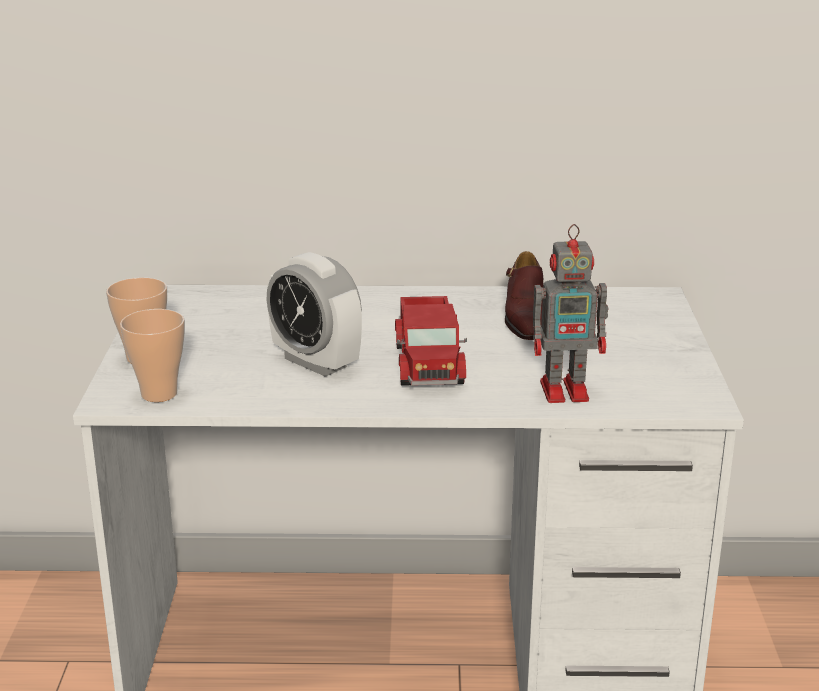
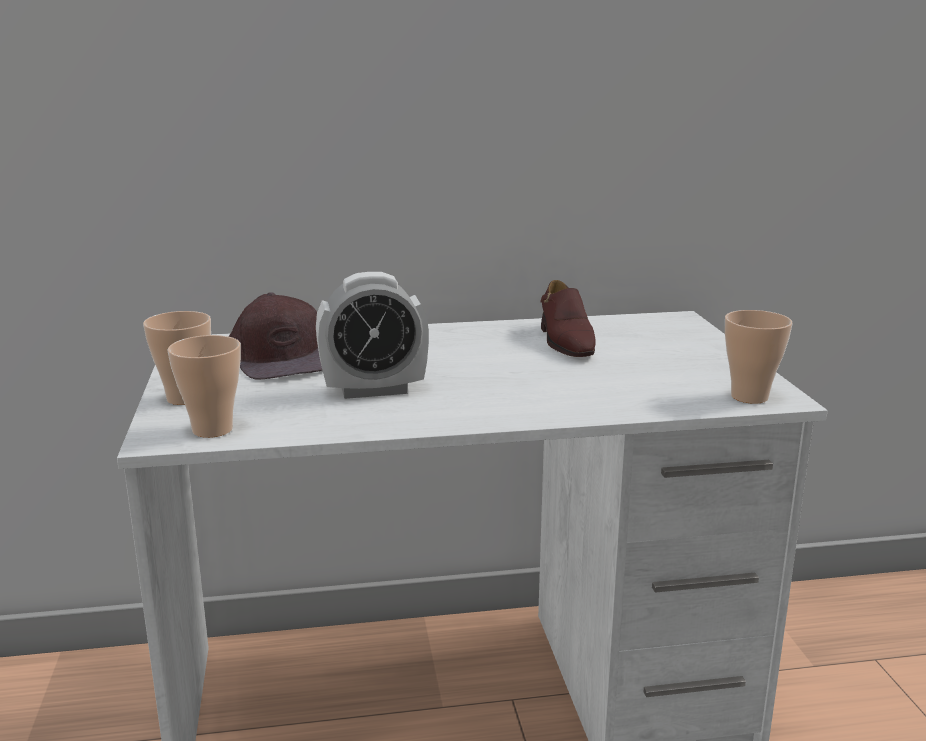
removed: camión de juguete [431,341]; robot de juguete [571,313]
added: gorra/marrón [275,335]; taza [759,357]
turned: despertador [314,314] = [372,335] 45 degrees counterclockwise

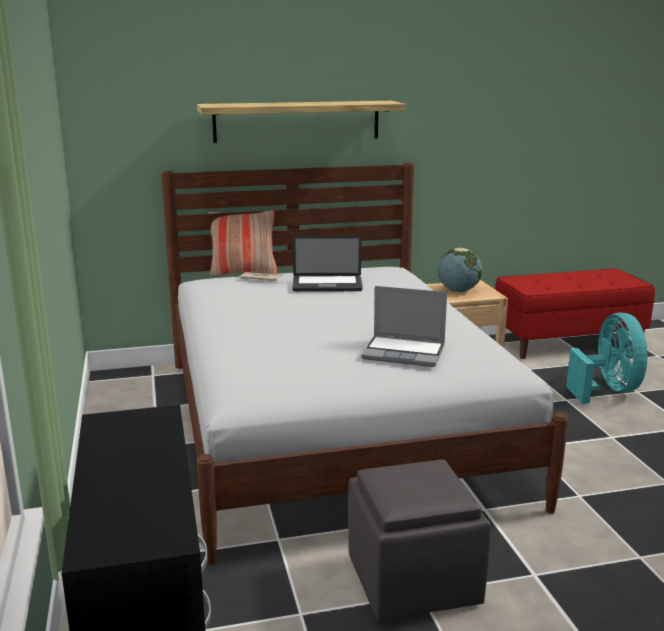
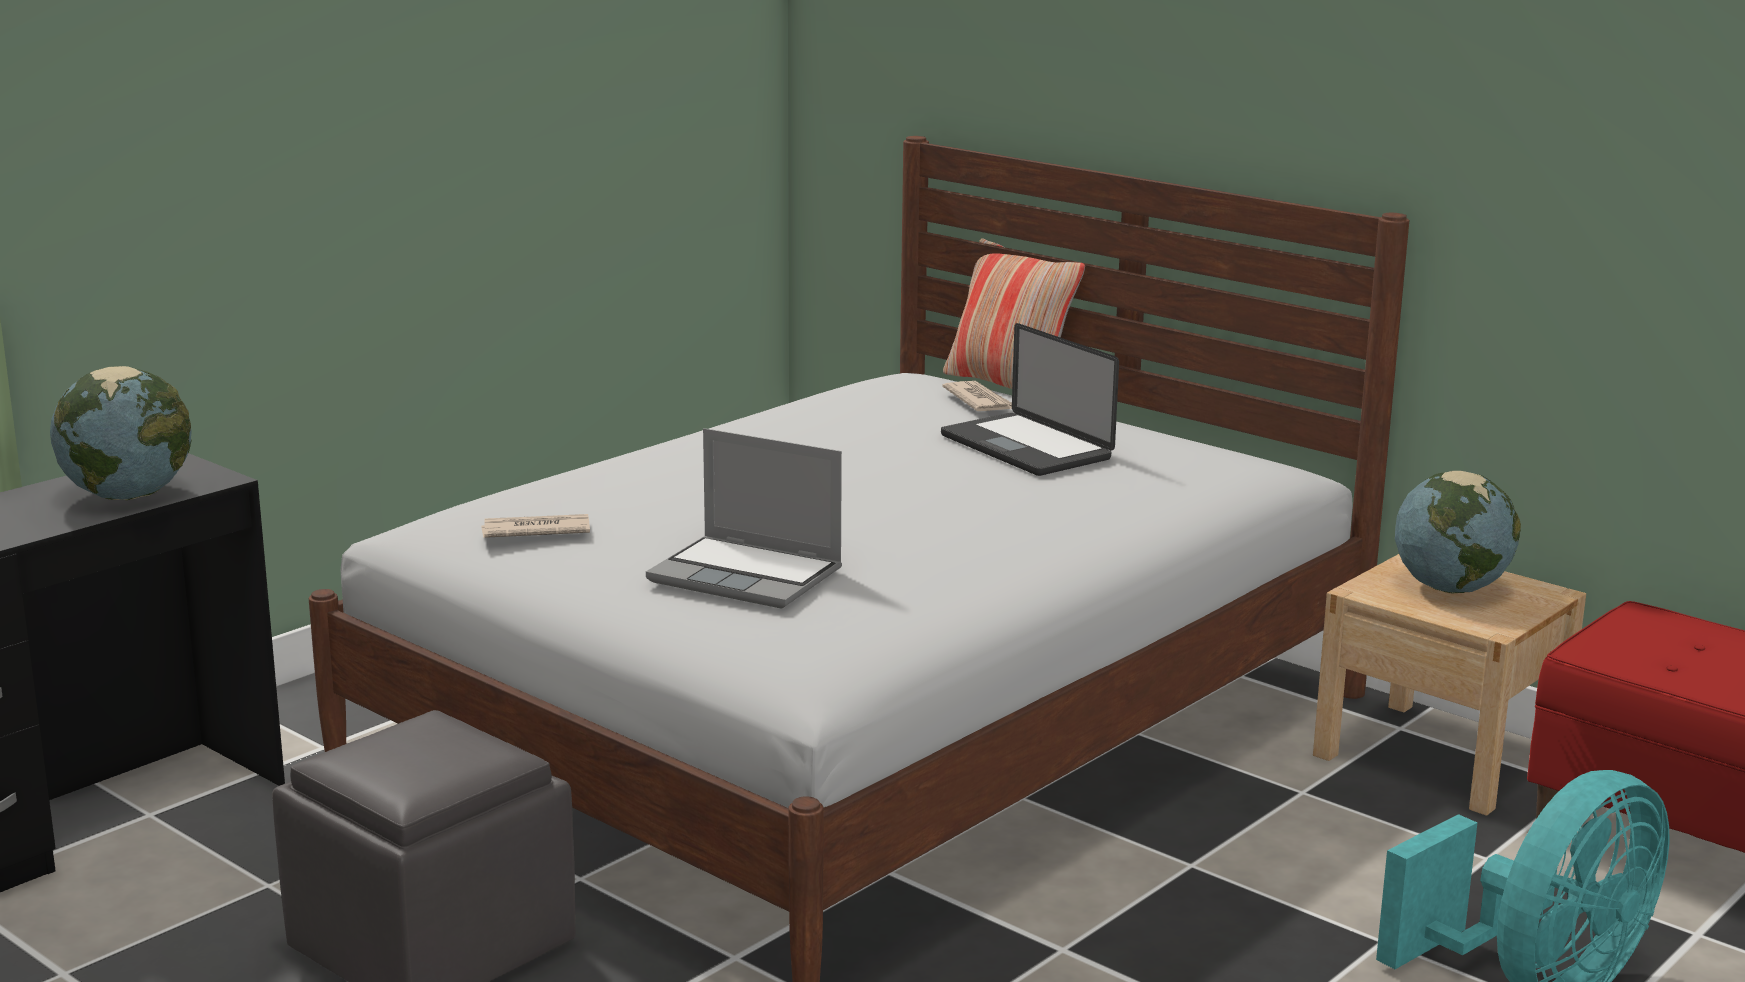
removed: estante [301,122]
added: globo terráqueo [121,433]; periódico [535,526]
turned: portátil [404,326] = [744,518] 45 degrees counterclockwise

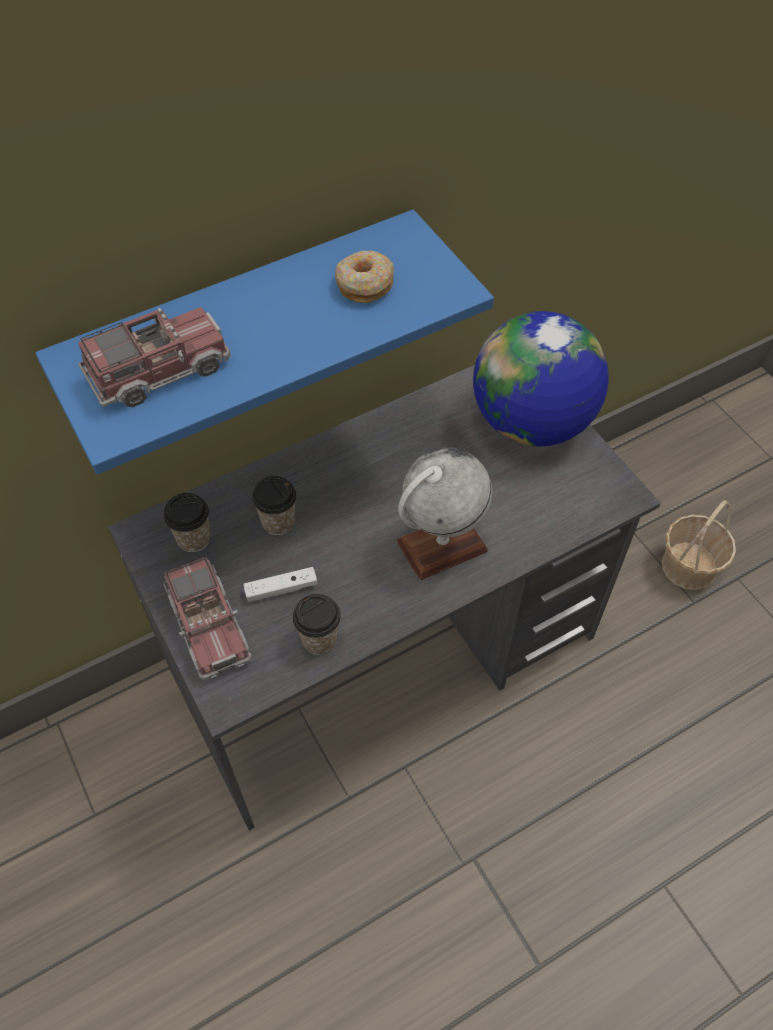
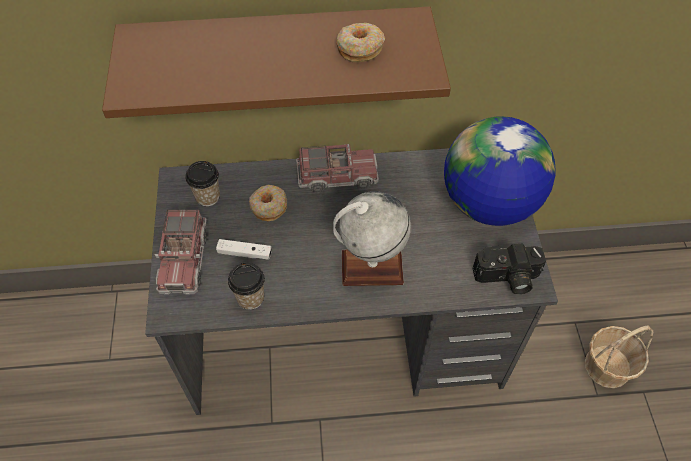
added: cámara [509,269]
moved: camión de juguete [154,357] to [337,168]
replaced: taza [274,505] to rosquilla [268,203]
recoloured: estante/azul [264,342] to estante/marrón [276,62]

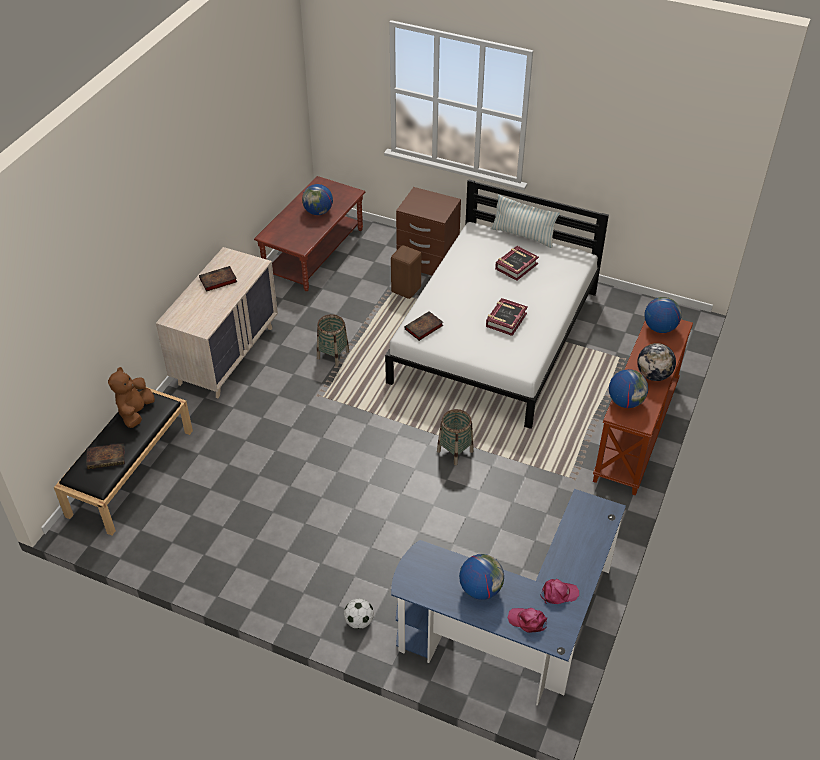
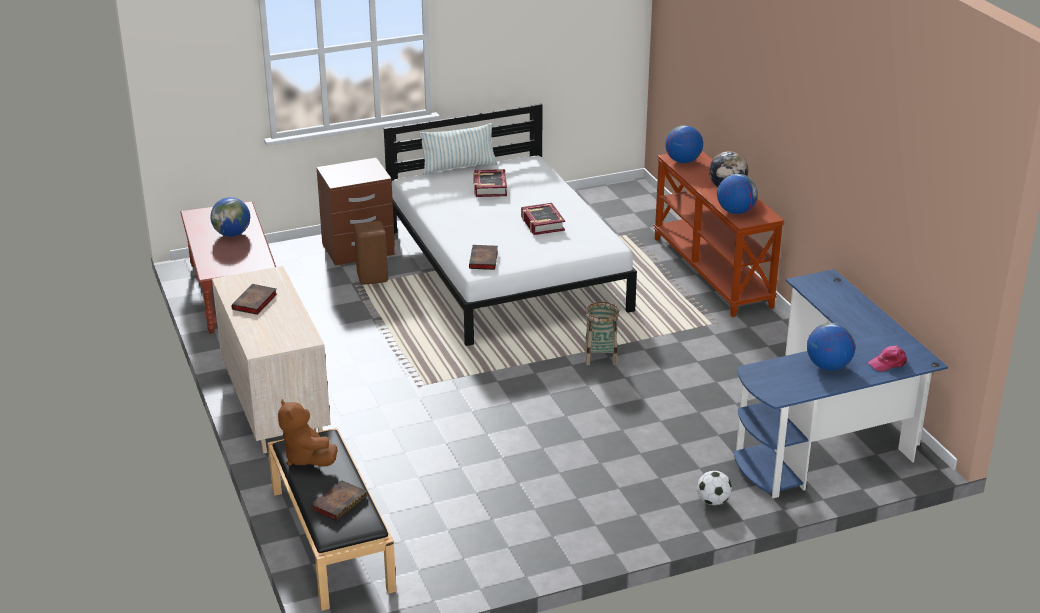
removed: cesta [333,340]; gorra/rosa [560,591]

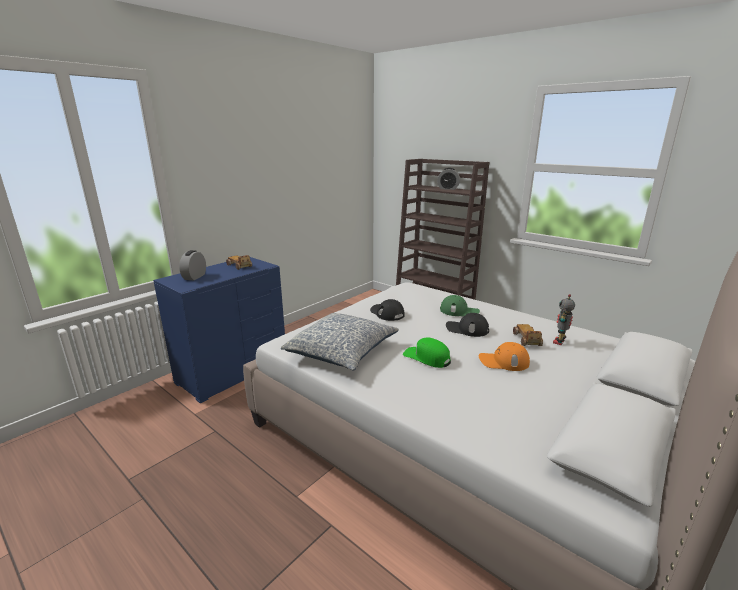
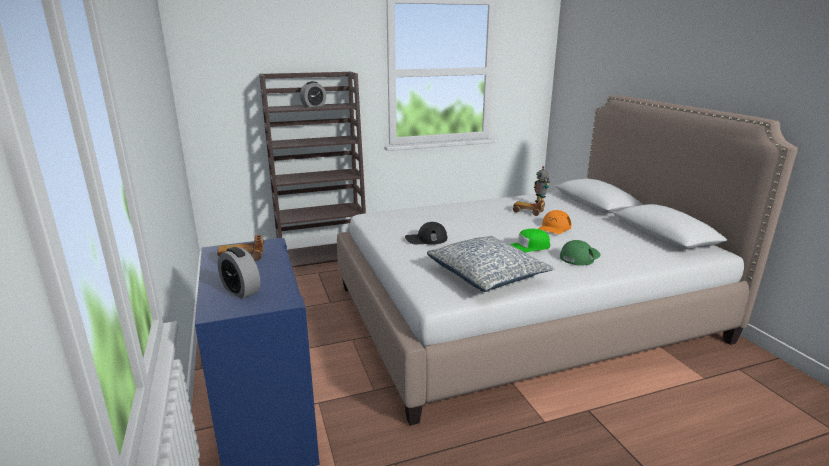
removed: gorra/negro [467,325]
moved: gorra/verde [460,305] to [580,253]

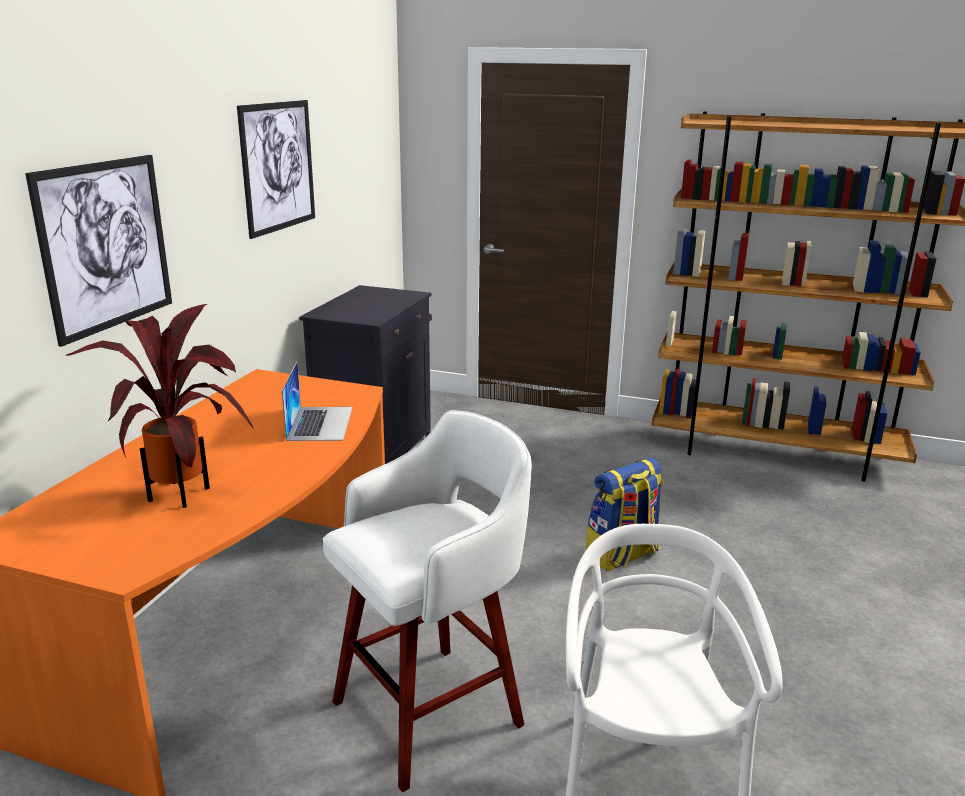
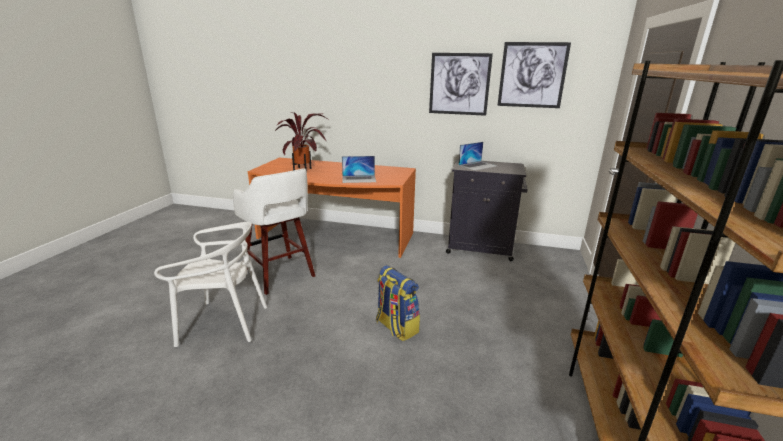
added: portátil [477,156]
moved: cuadro [98,251] to [534,75]

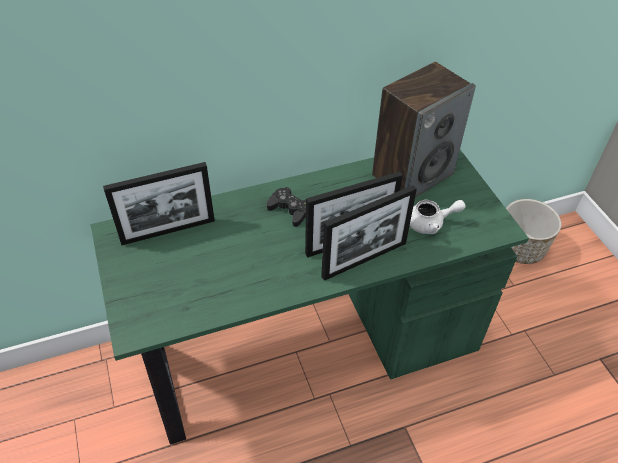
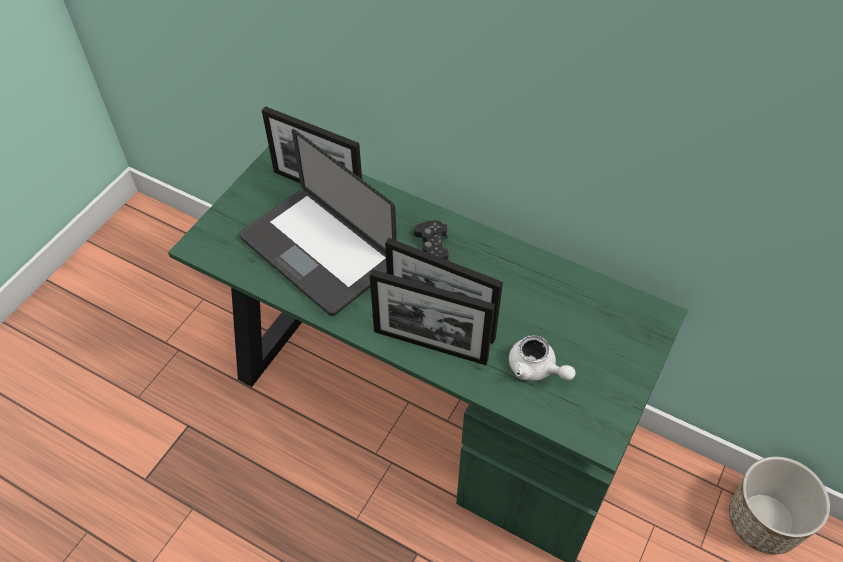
removed: altavoz [424,130]
added: portátil [318,222]

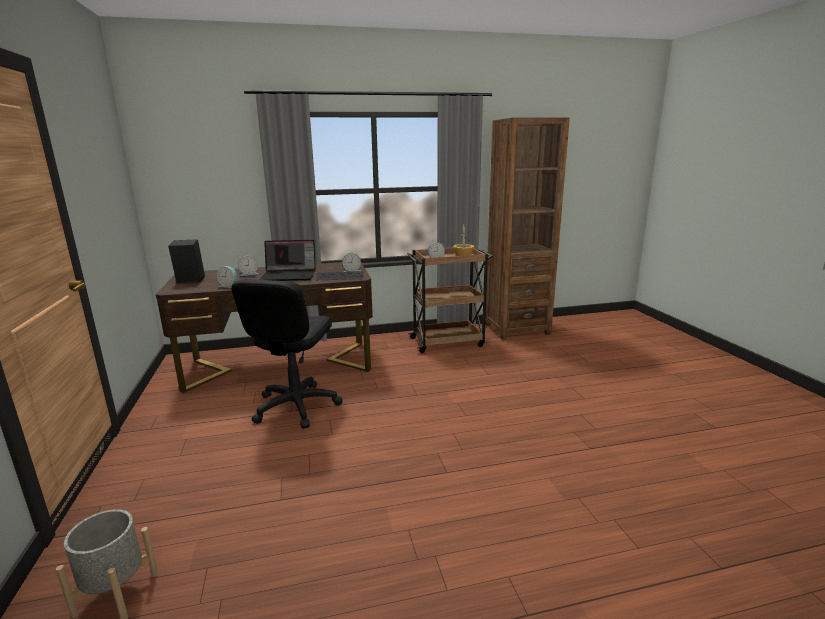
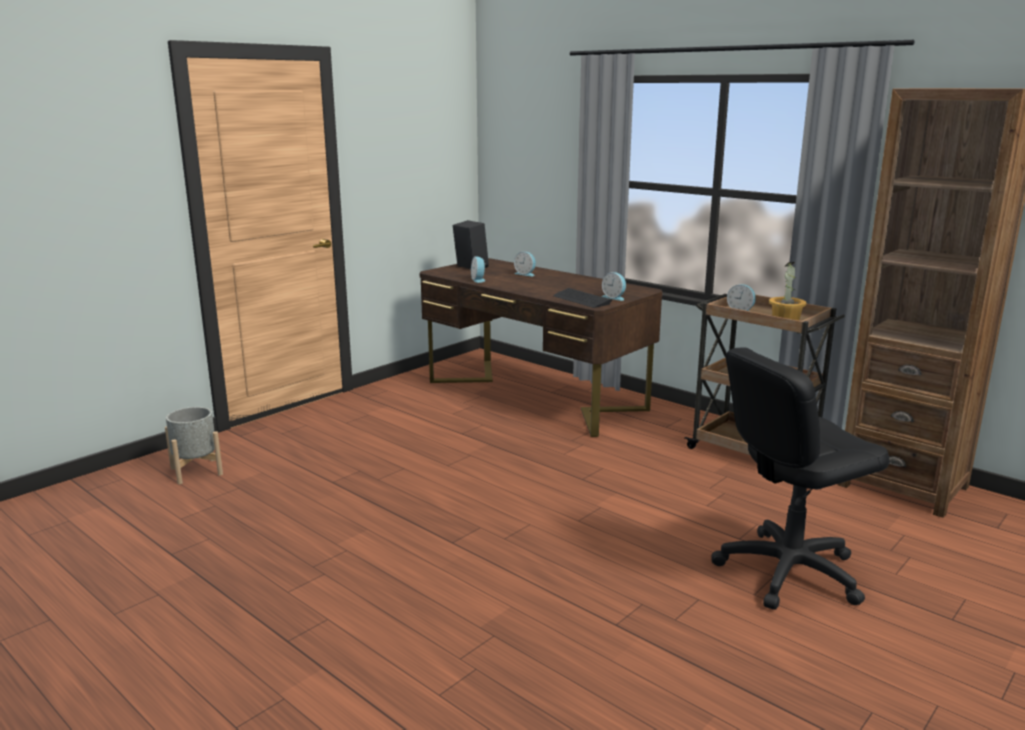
removed: portátil [287,260]
moved: silla de oficina/negro [286,354] to [800,479]

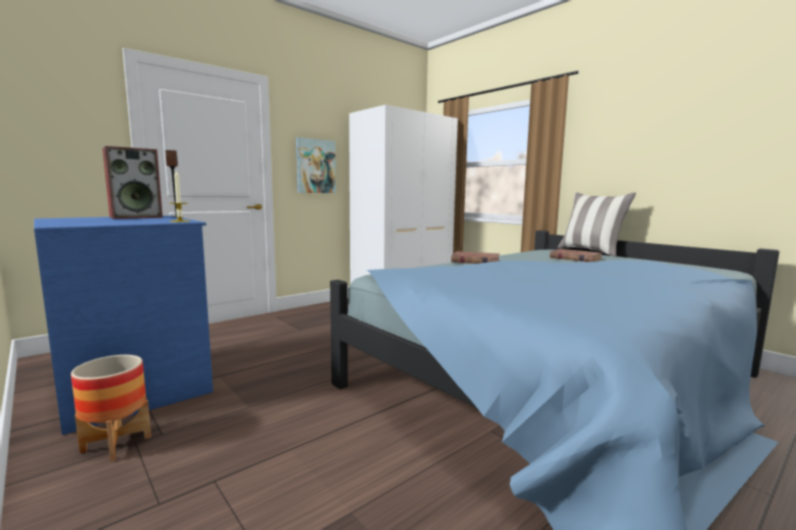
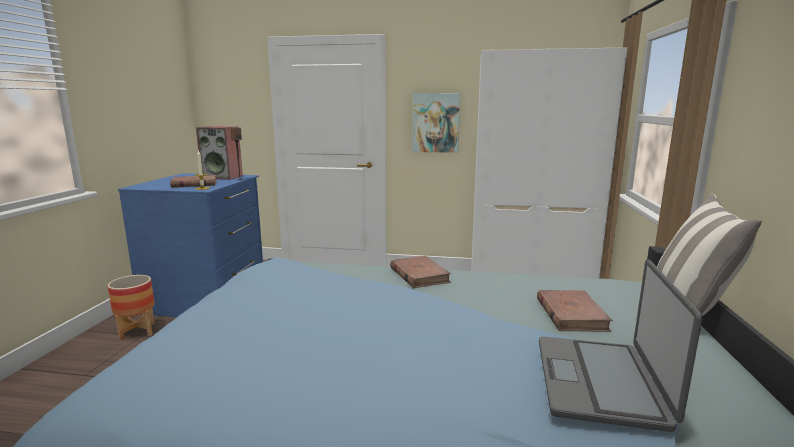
added: libro/marrón [193,181]; portátil [621,345]

